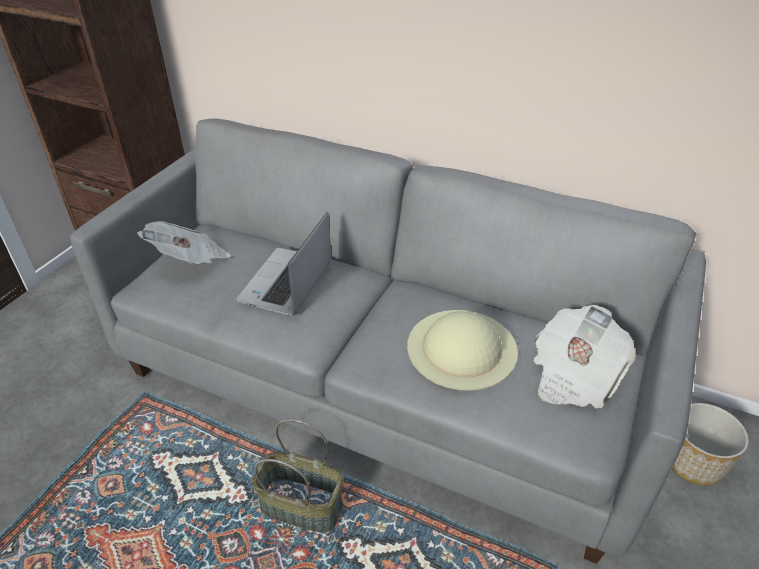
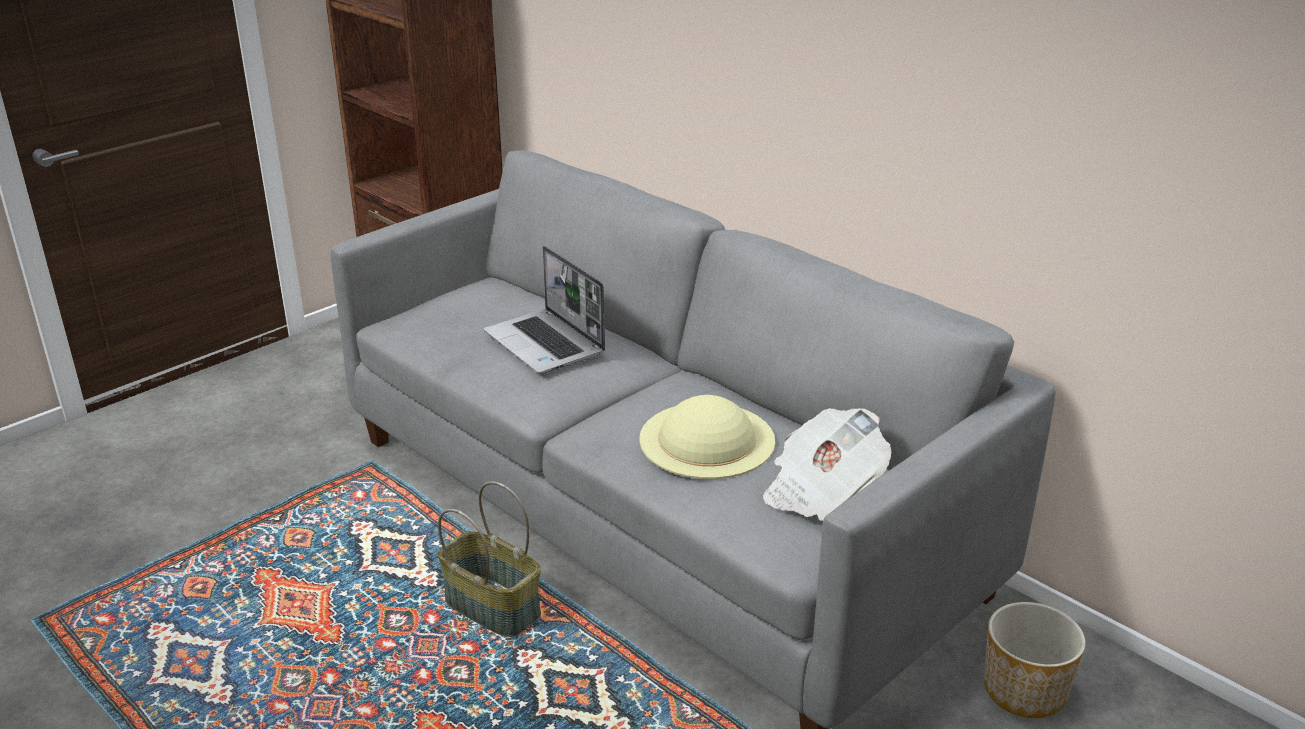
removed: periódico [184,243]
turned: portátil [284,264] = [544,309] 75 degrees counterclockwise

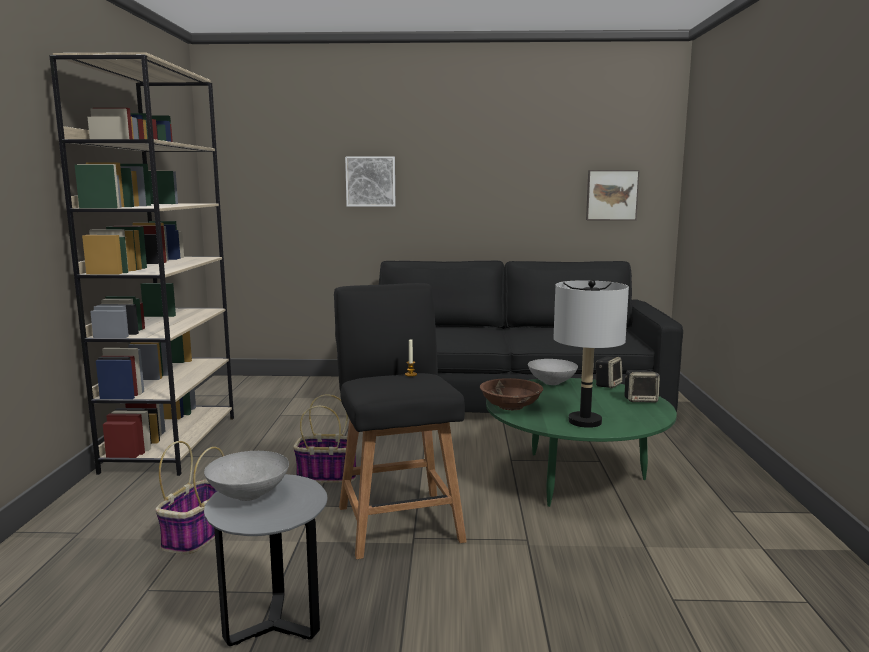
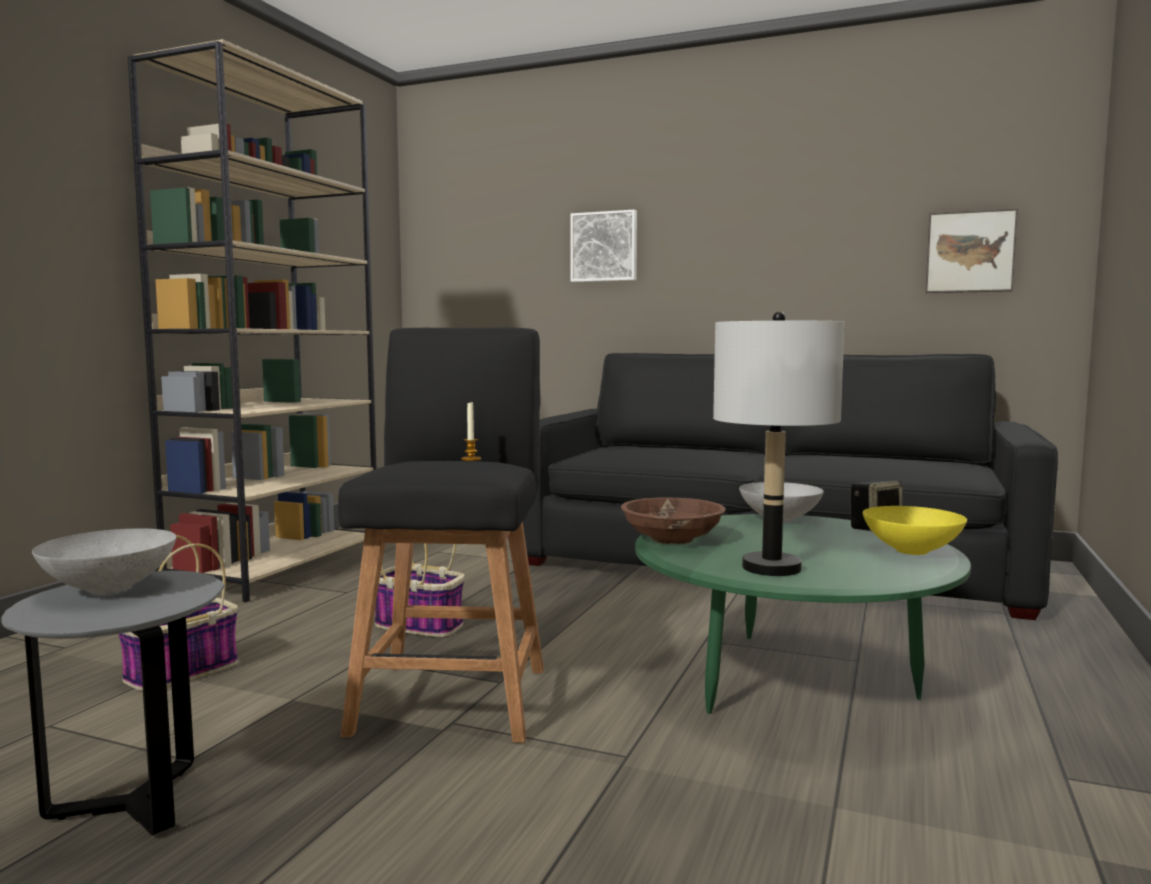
replaced: altavoz [642,386] to cuenco/amarillo [915,530]

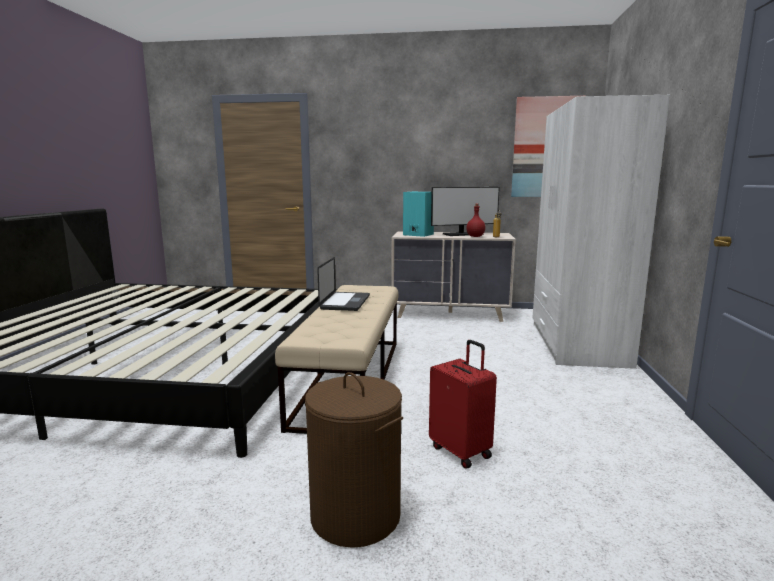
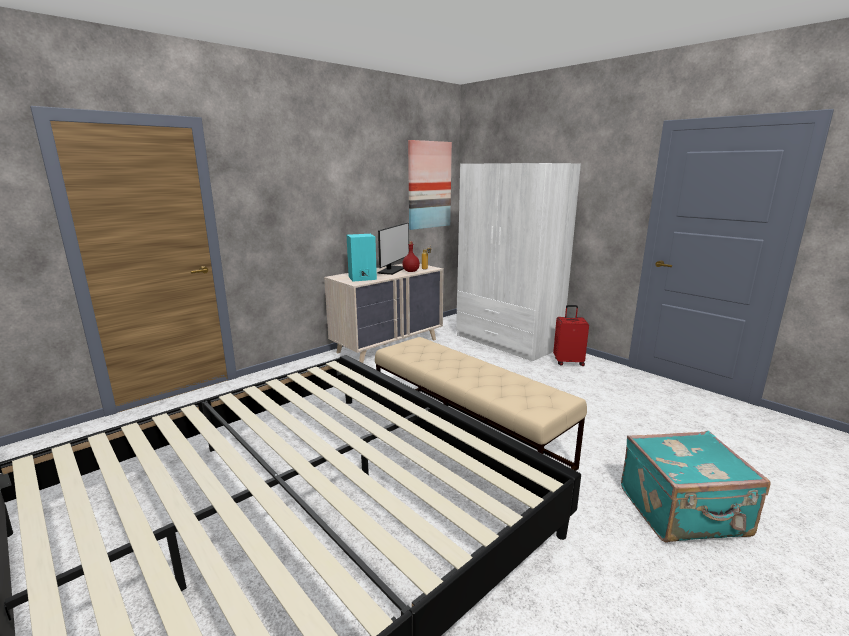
removed: portátil [343,284]
moved: maleta/rojo [463,404] to [571,335]
replaced: cesto de la ropa/marrón [354,460] to maleta/turquesa [695,487]

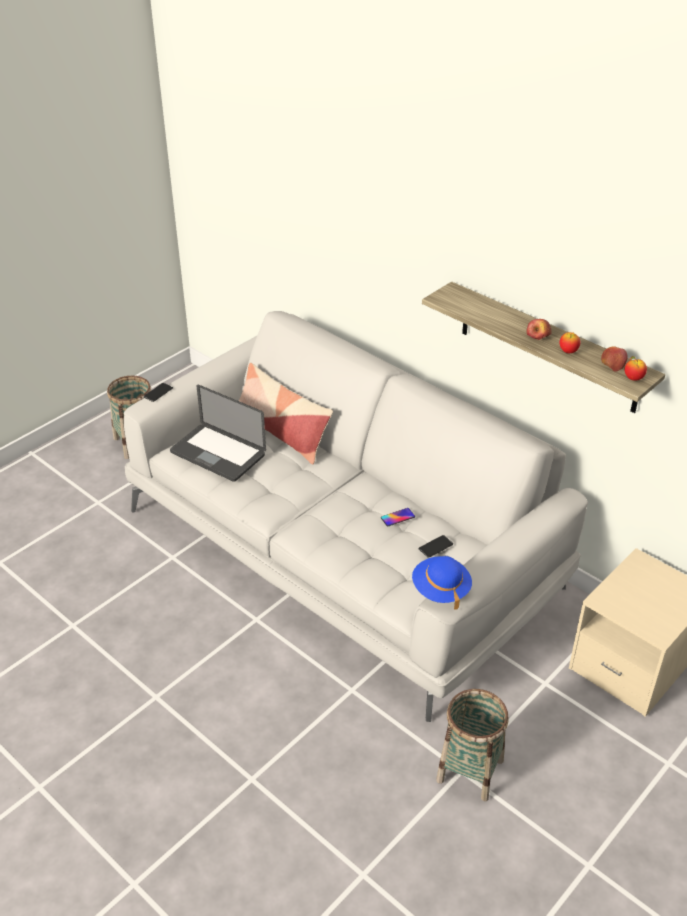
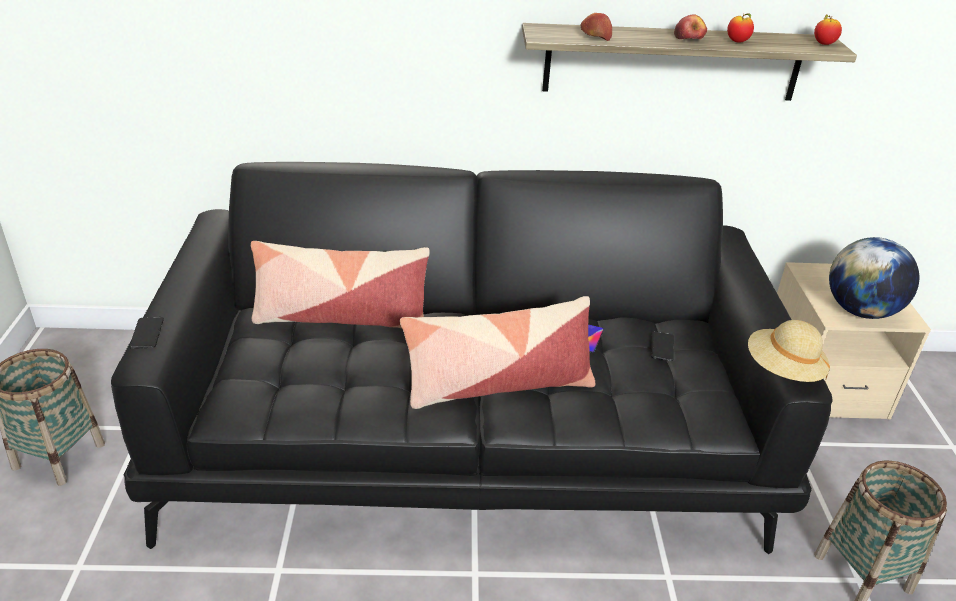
removed: portátil [218,433]
added: cojín [497,352]; globo terráqueo [874,278]
moved: manzana [614,359] to [596,27]
recoloured: sofá/blanco [356,516] to sofá/negro [472,358]; sombrero/azul [442,582] to sombrero/beis [789,351]

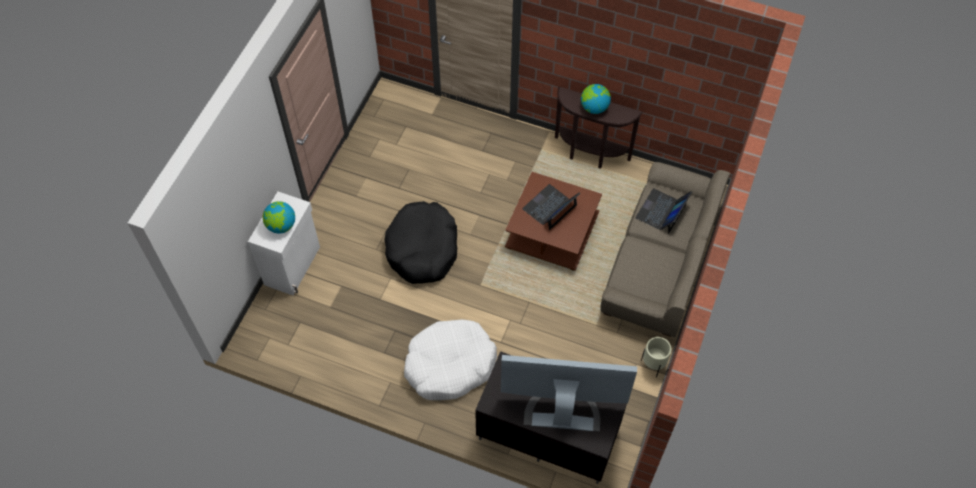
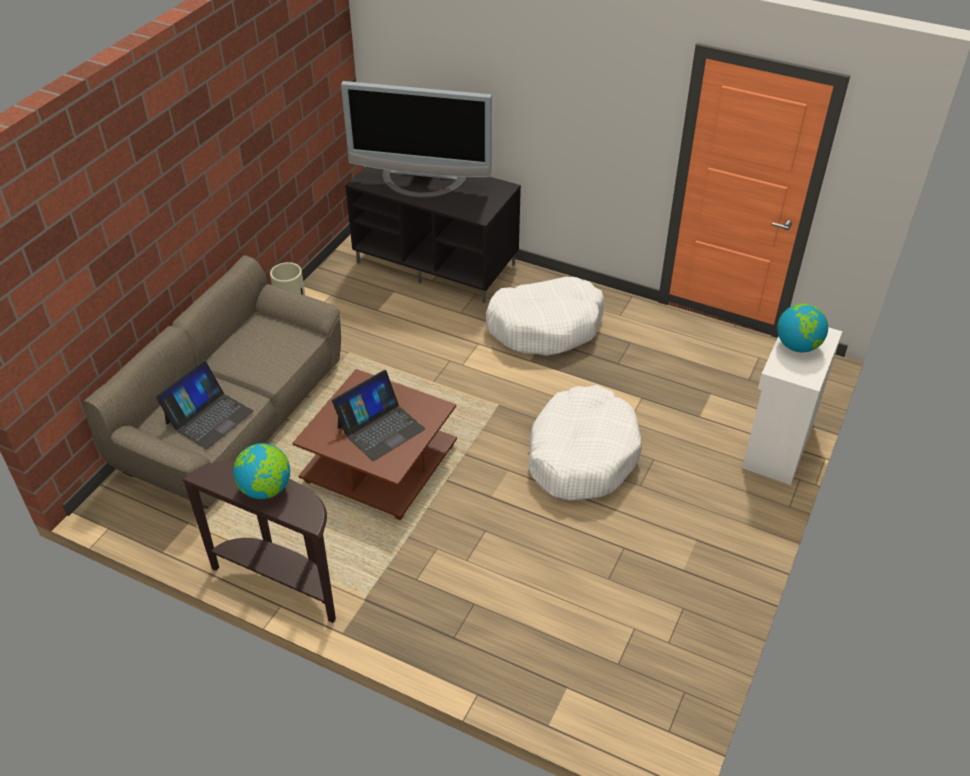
recoloured: cama para perro/negro [420,242] to cama para perro/blanco [585,443]

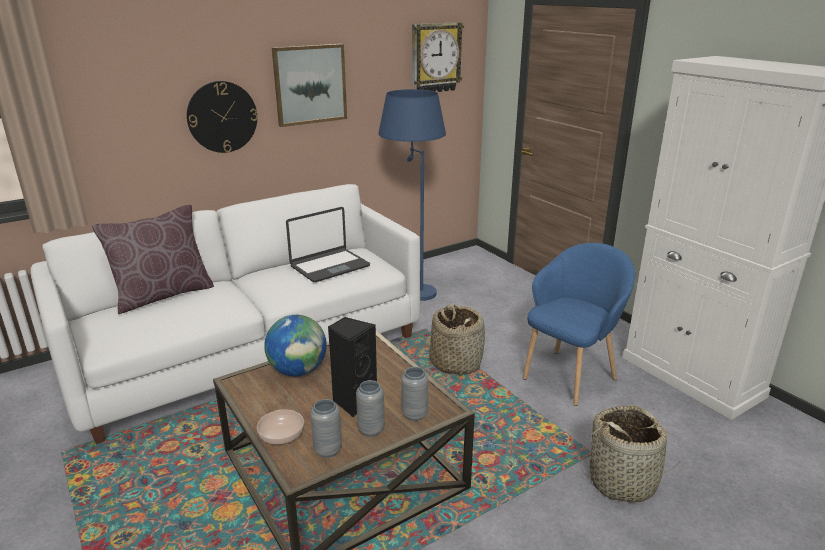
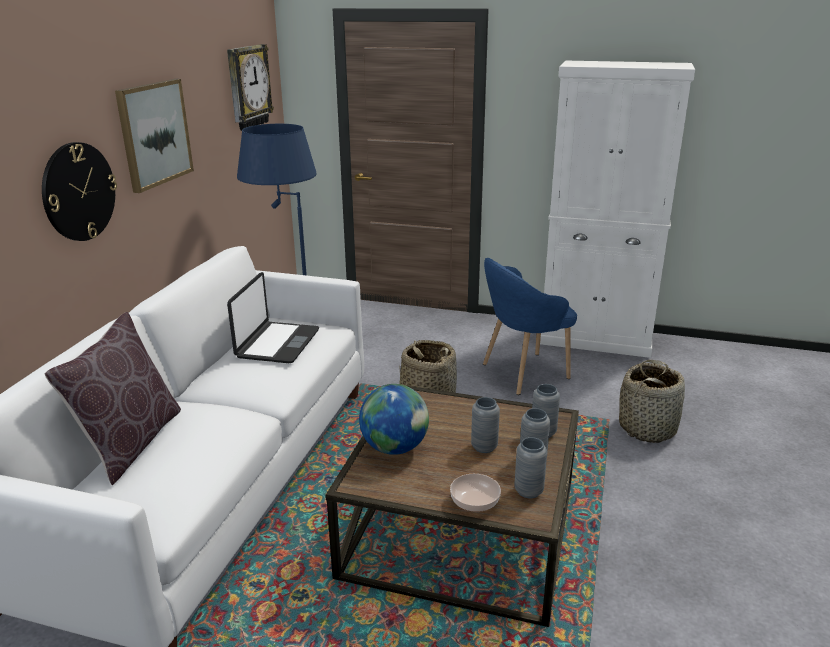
replaced: altavoz/negro [352,367] to florero/gris [485,425]
turned: sillón/azul [579,324] = [530,326] 120 degrees counterclockwise

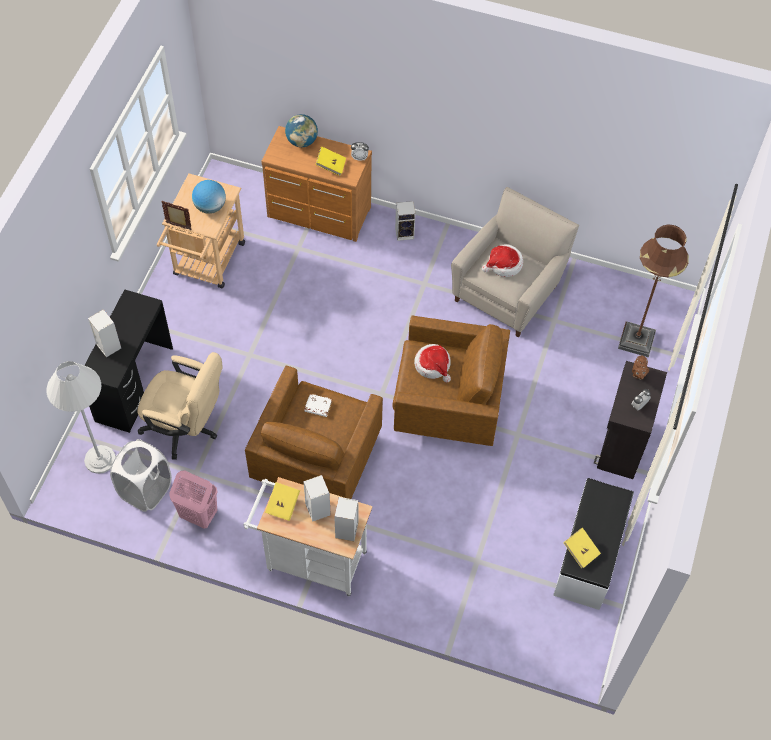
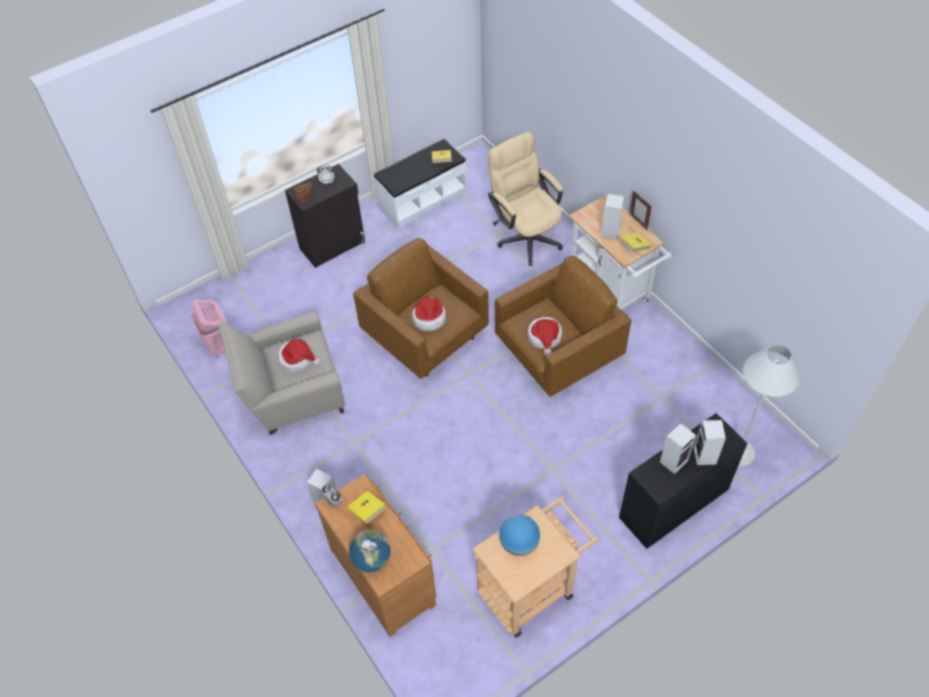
removed: cesto de la ropa/blanco [141,475]; lámpara de pie/marrón [653,290]
moved: cesto de la ropa/rosa [193,500] to [209,329]; silla de oficina/beis [180,406] to [525,199]; portarretratos [176,215] to [641,210]; altavoz [346,519] to [678,448]
replaced: libro/blanco [318,405] to sombrero [544,336]

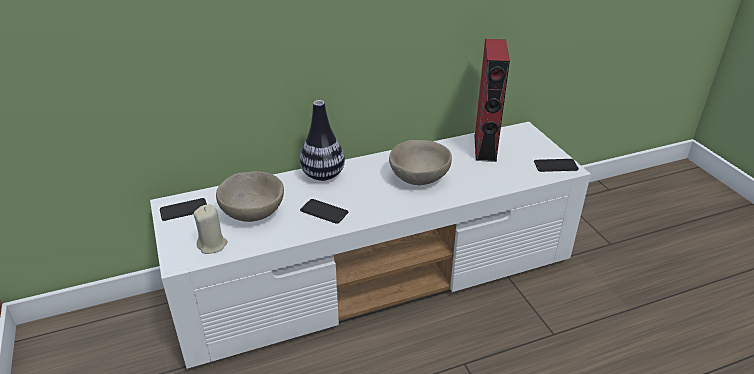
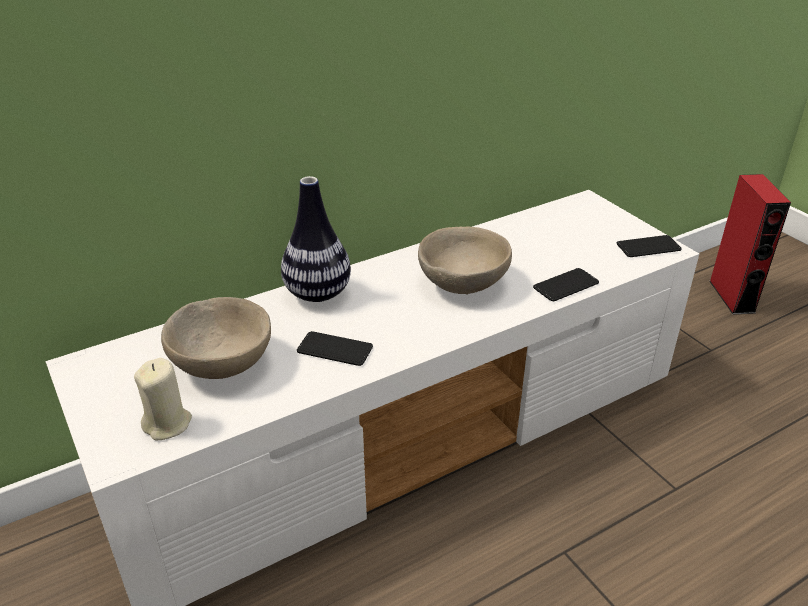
moved: móvil [183,209] to [566,284]; altavoz/rojo [492,100] to [750,244]

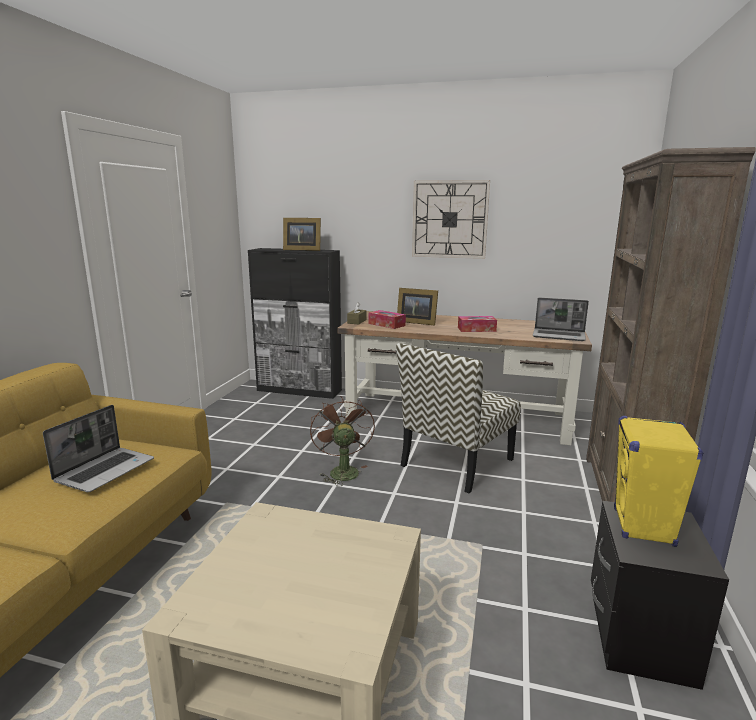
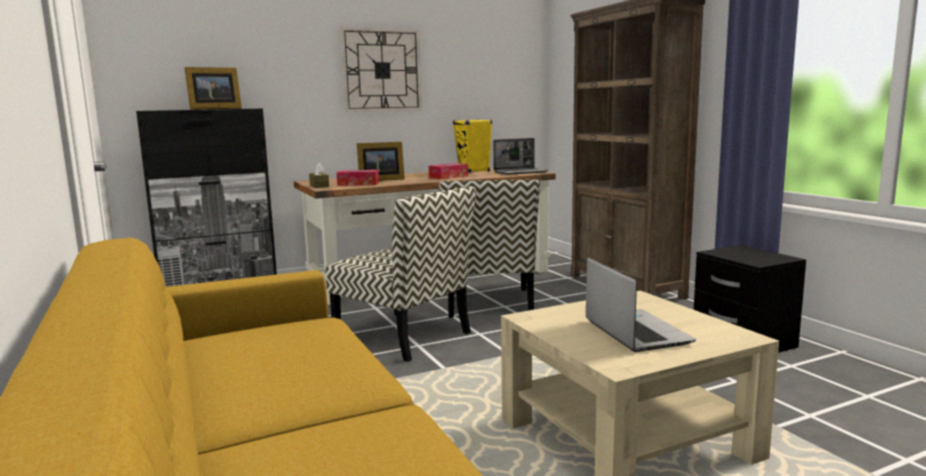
moved: altavoz/amarillo [658,481] to [472,146]; portátil [98,448] to [641,305]
replaced: ventilador/marrón [342,441] to silla [400,274]

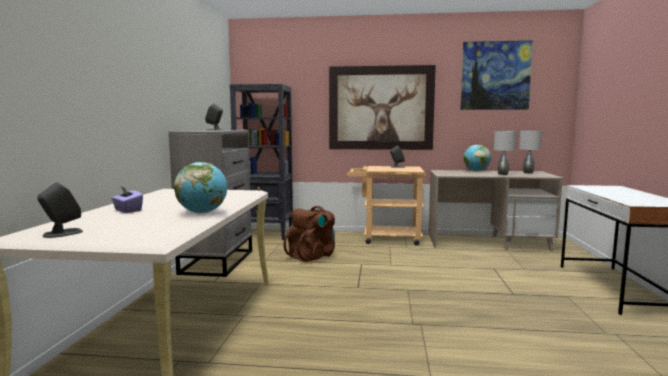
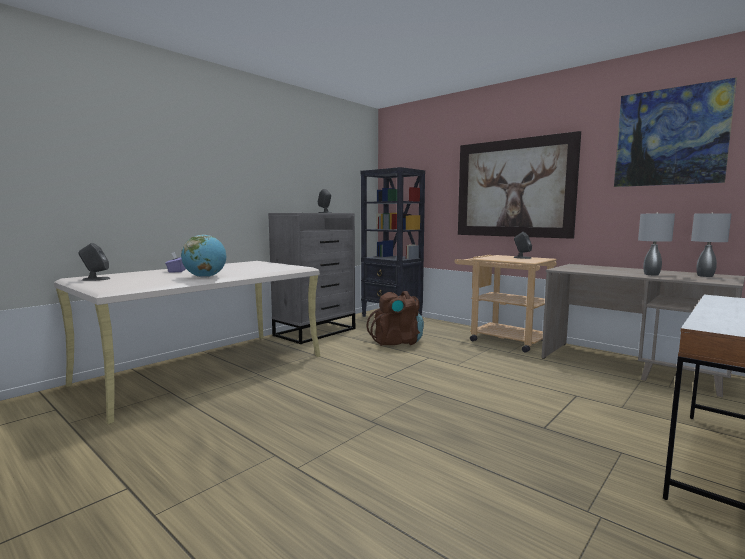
removed: globo terráqueo [477,158]

